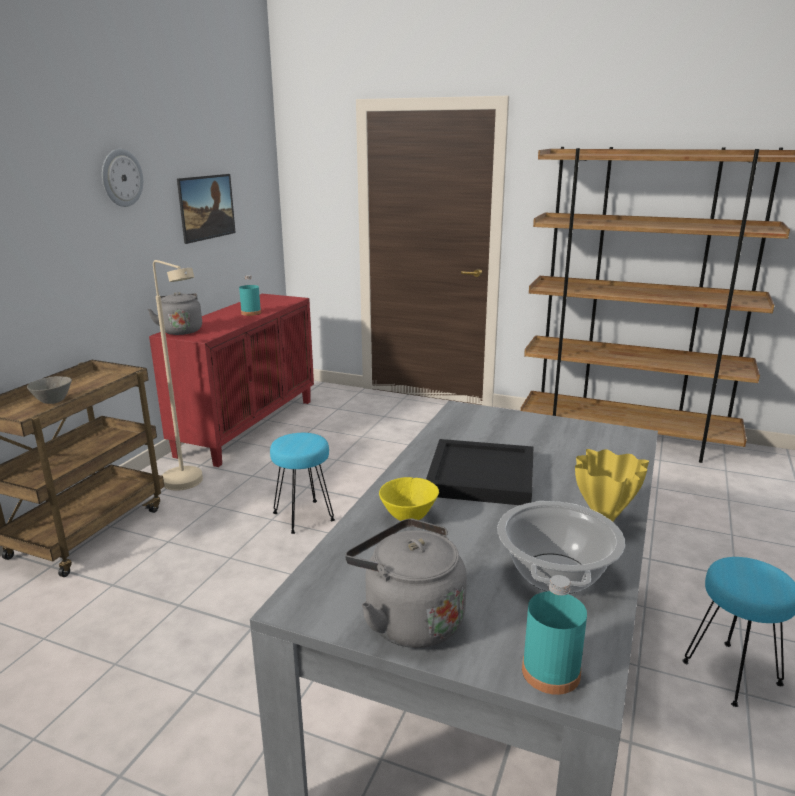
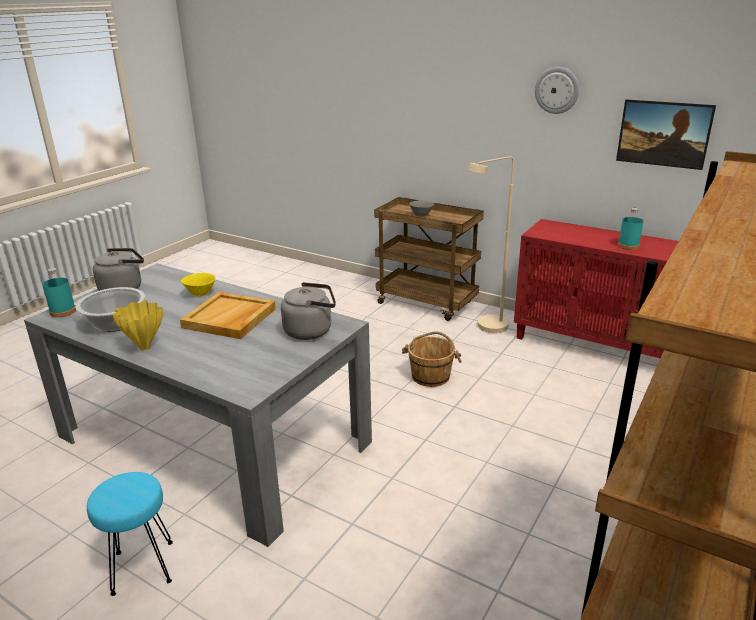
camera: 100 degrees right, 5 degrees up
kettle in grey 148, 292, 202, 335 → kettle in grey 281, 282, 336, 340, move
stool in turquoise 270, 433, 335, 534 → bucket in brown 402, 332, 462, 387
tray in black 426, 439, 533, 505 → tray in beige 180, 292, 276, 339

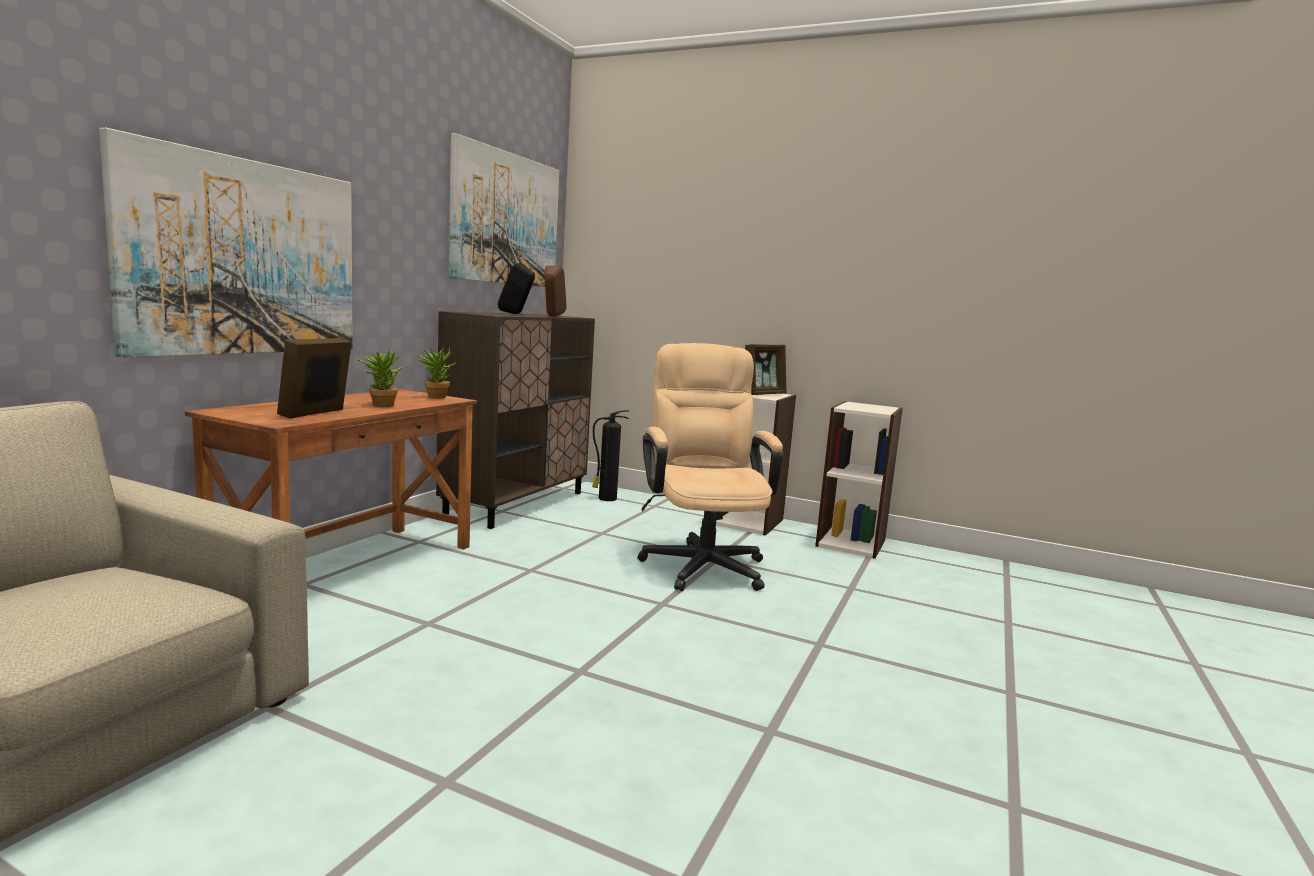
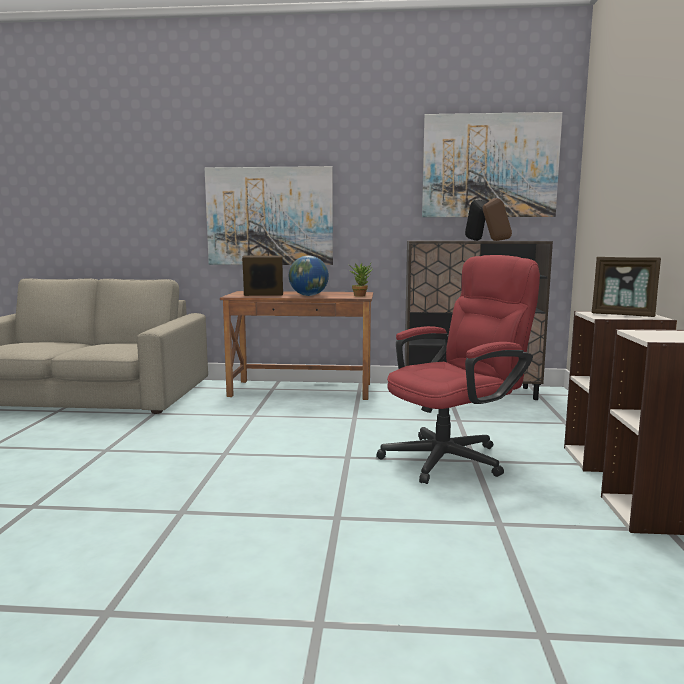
camera: 70 degrees right, 0 degrees up
fire extinguisher 592, 410, 629, 501 → -
potted plant 356, 349, 404, 407 → globe 289, 256, 329, 296
office chair in beige 637, 343, 783, 591 → office chair in red 376, 255, 540, 484

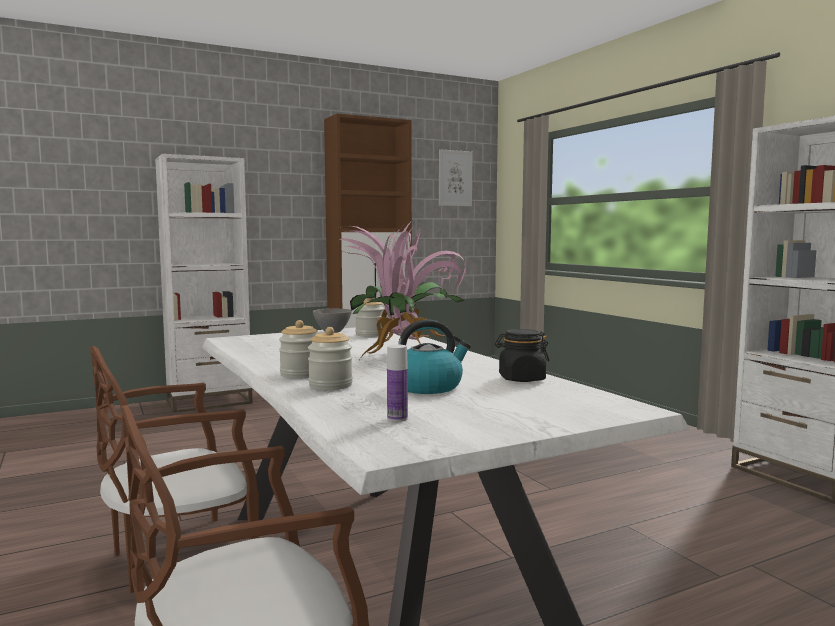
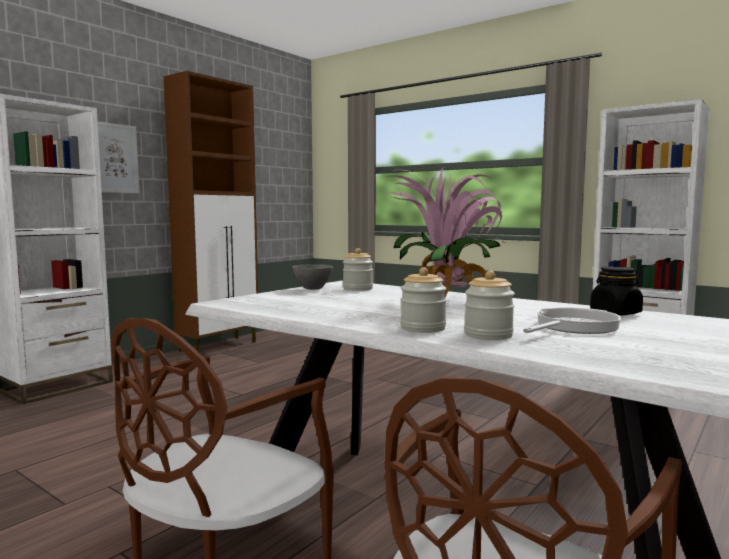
camera: 25 degrees left, 0 degrees up
bottle 387, 345, 408, 422 → -
picture 439, 149, 473, 206 → picture 98, 122, 139, 193, move
kettle 398, 320, 471, 394 → frying pan 523, 307, 621, 334

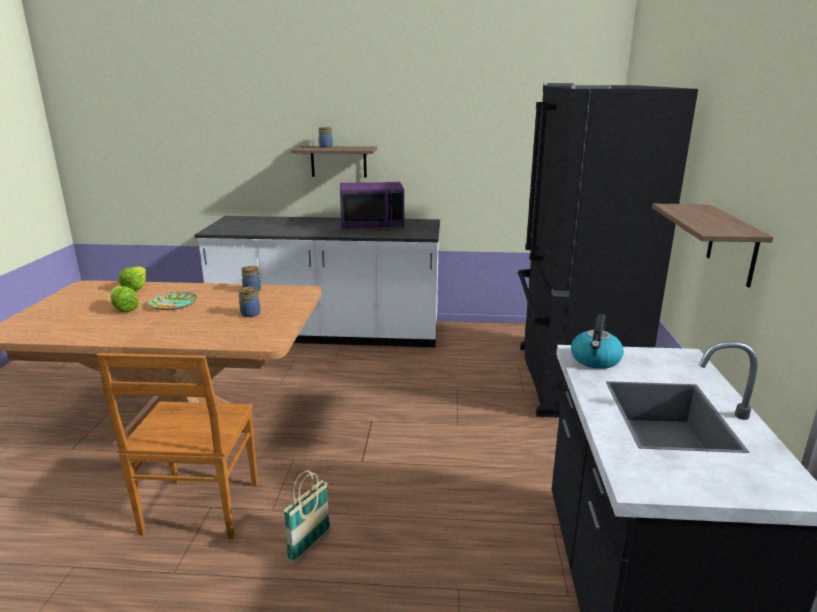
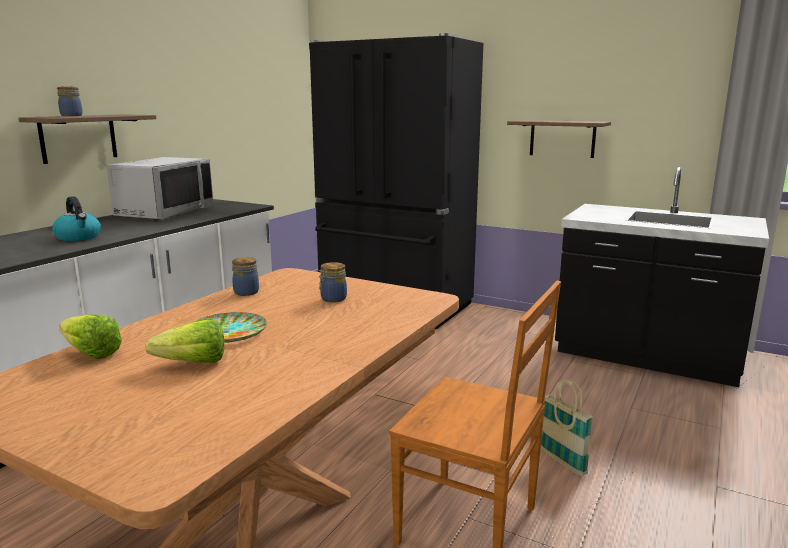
camera: 65 degrees left, 5 degrees down
kettle 571, 314, 624, 369 → kettle 52, 196, 101, 241, move
microwave in purple 340, 182, 404, 229 → microwave in grey 107, 157, 214, 219

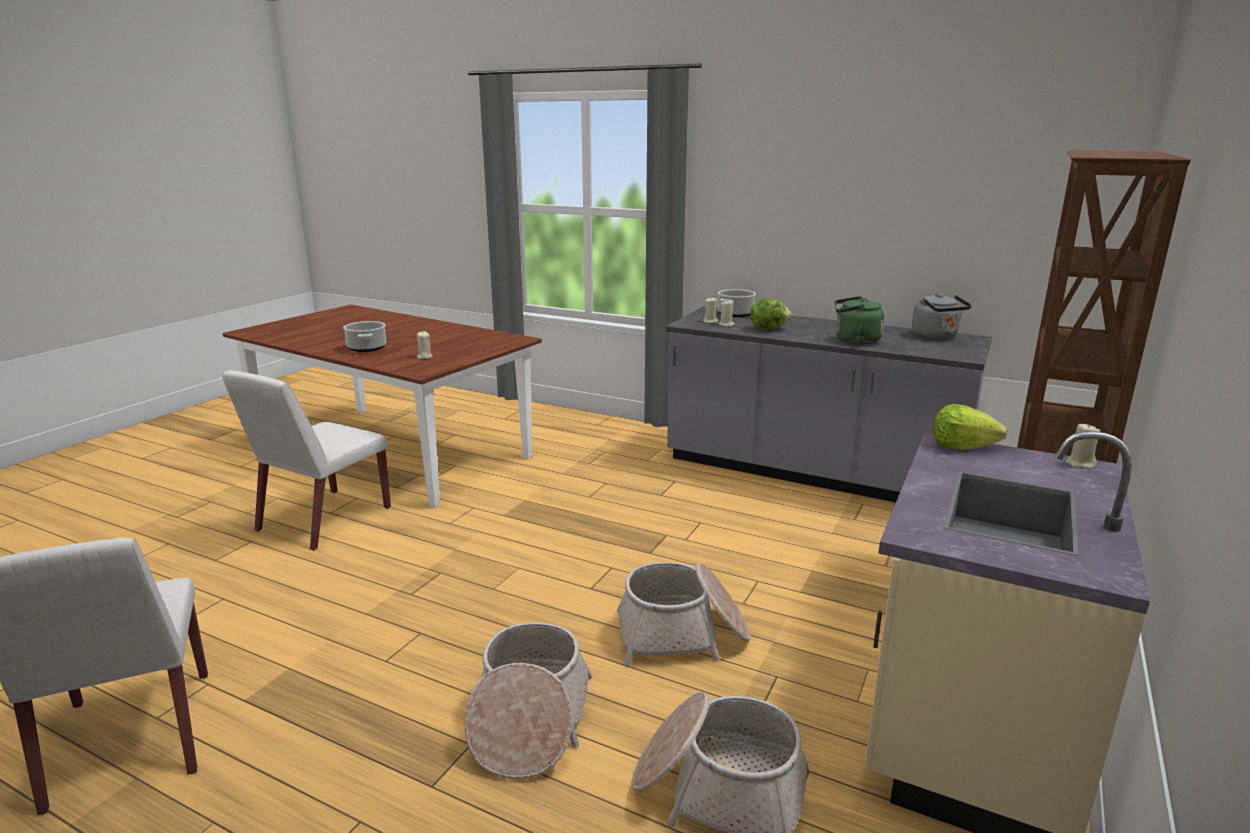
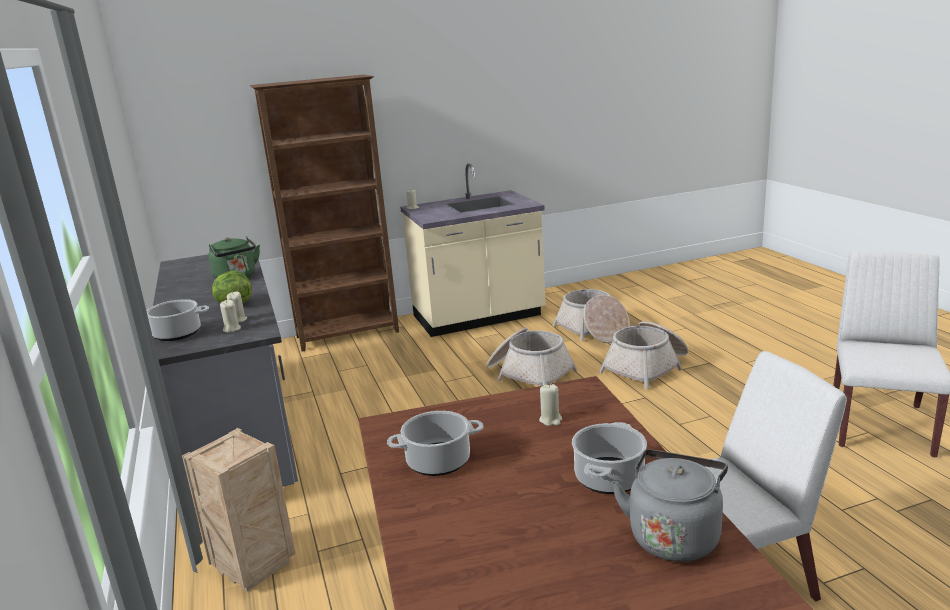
camera: 135 degrees left, 0 degrees up
lettuce 933, 404, 1007, 450 → -
- → crate 182, 428, 295, 592
- → cooking pot 387, 411, 483, 476
kettle in grey 912, 293, 972, 339 → kettle in grey 612, 449, 728, 562, move

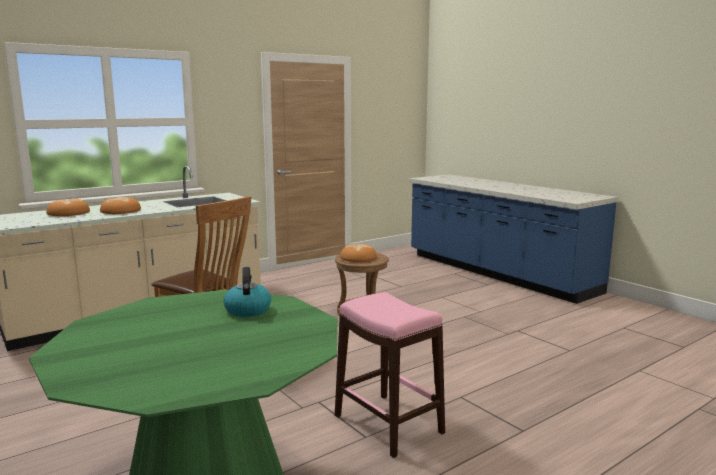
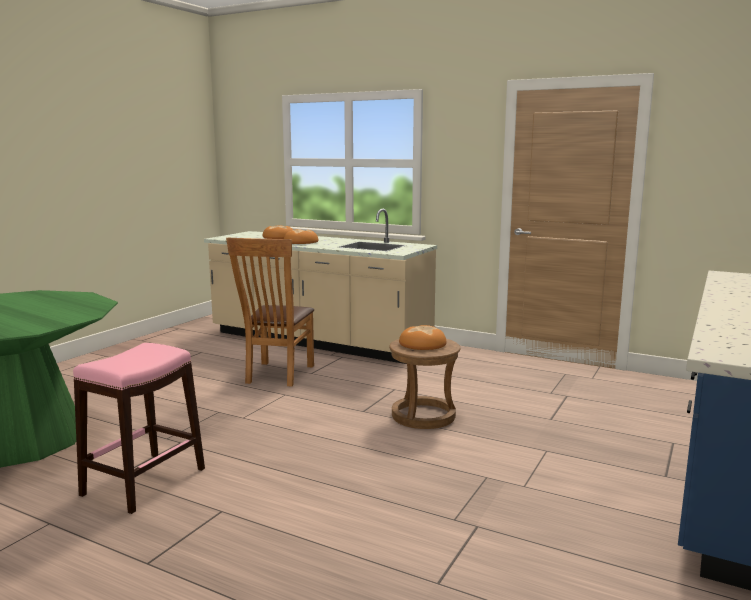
camera: 65 degrees right, 0 degrees up
kettle 224, 267, 271, 317 → -

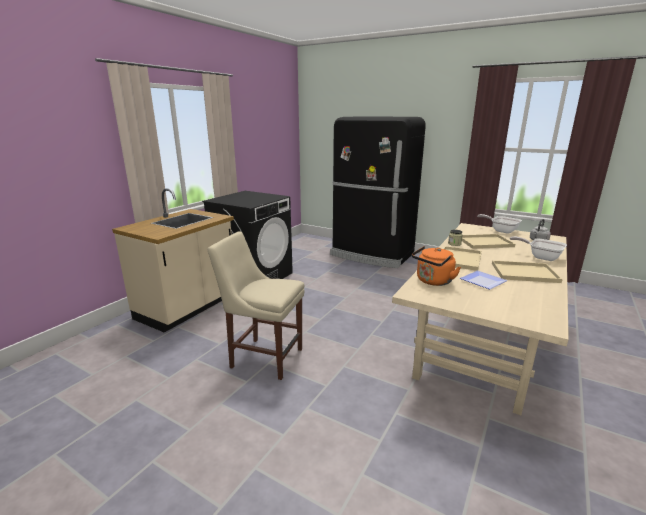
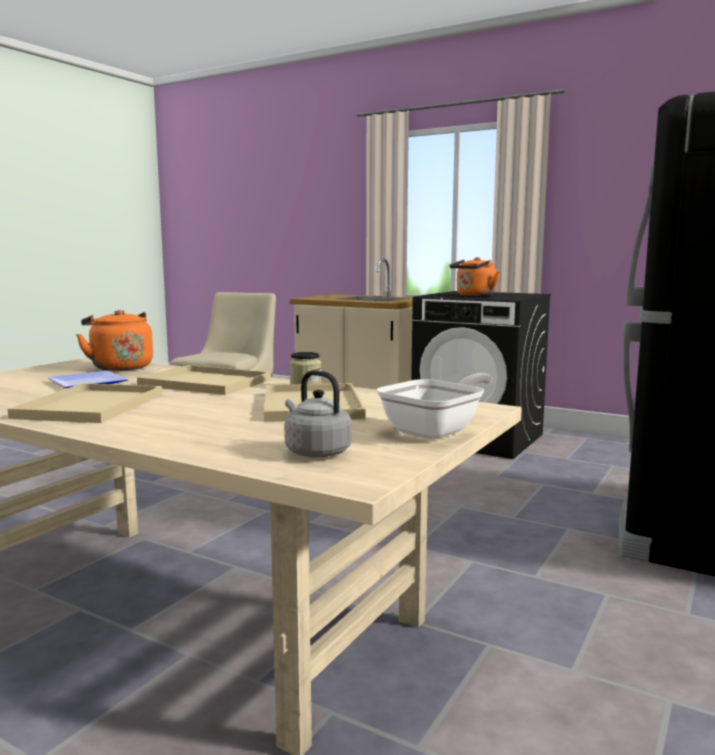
camera: 90 degrees right, 10 degrees down
frying pan 510, 236, 567, 261 → -
- → kettle in orange 450, 257, 500, 297

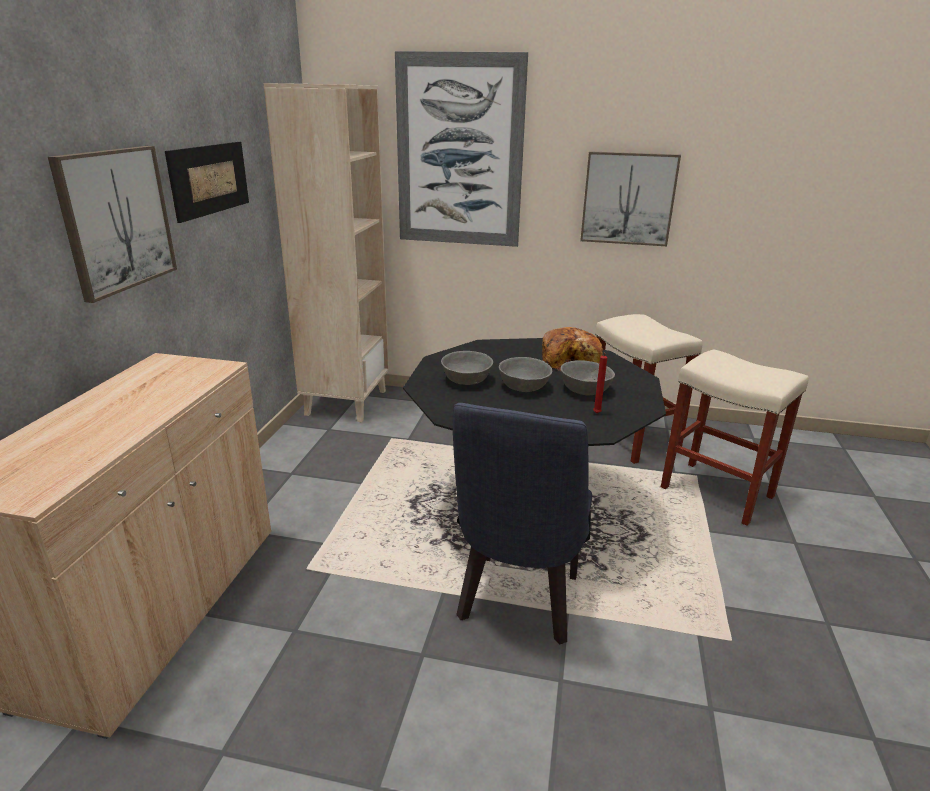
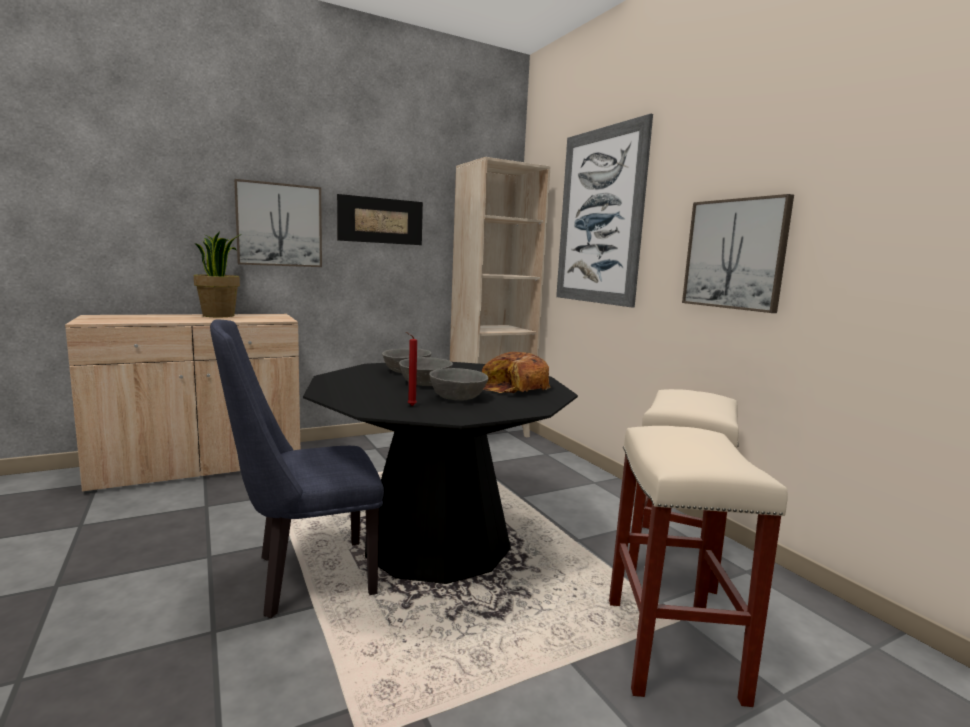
camera: 50 degrees right, 15 degrees down
- → potted plant 194, 231, 242, 317

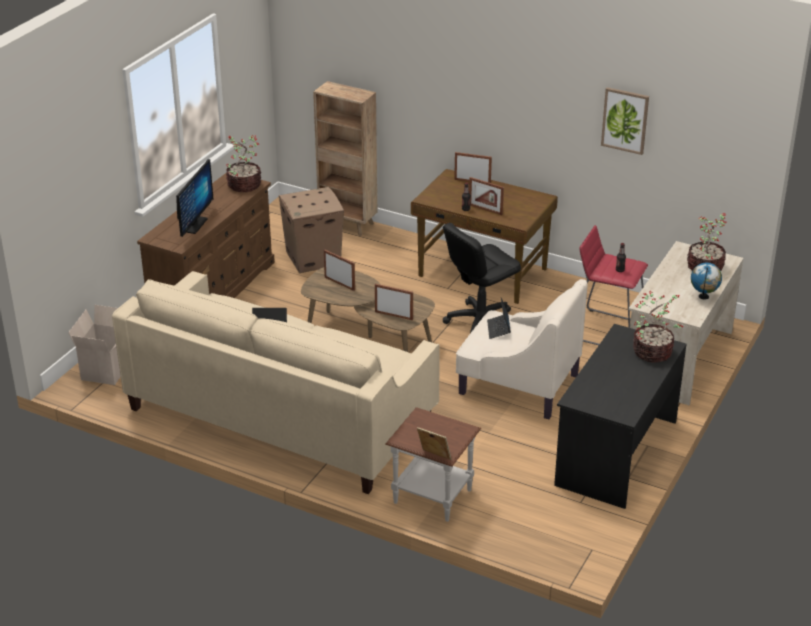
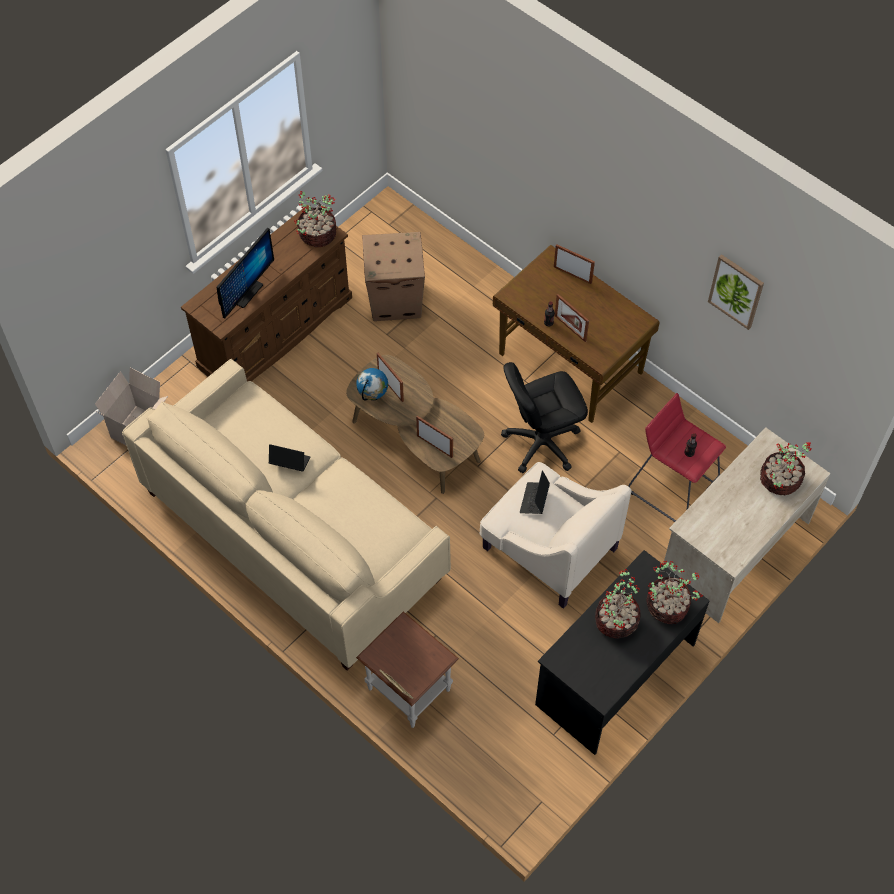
camera: 15 degrees right, 25 degrees up
bookcase in brown 313, 81, 377, 236 → -
- → potted plant 595, 569, 641, 639
globe 691, 263, 722, 299 → globe 356, 368, 388, 401, move

